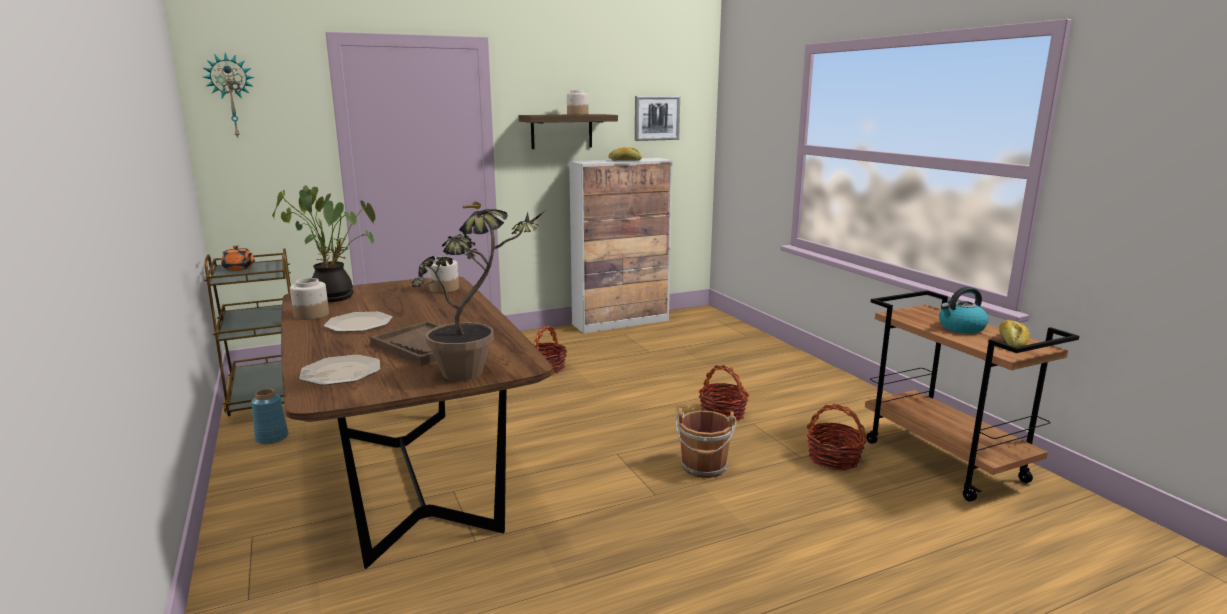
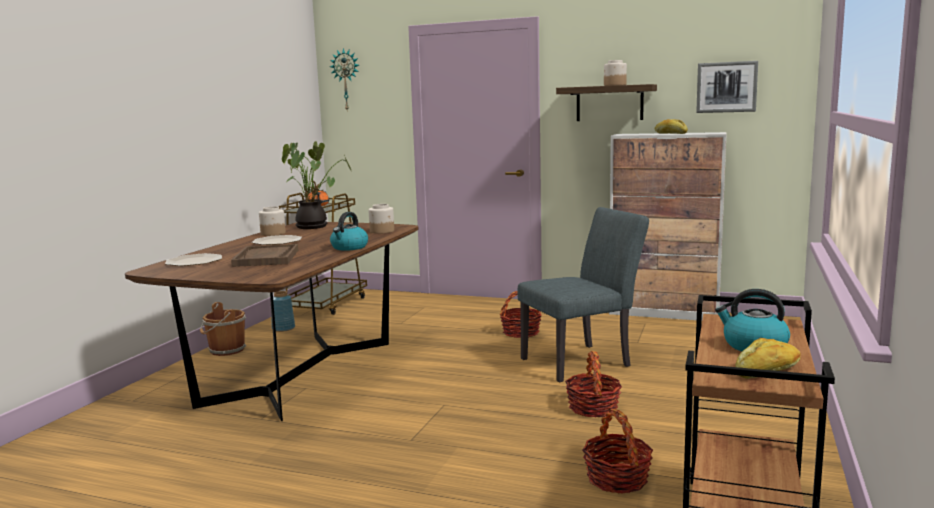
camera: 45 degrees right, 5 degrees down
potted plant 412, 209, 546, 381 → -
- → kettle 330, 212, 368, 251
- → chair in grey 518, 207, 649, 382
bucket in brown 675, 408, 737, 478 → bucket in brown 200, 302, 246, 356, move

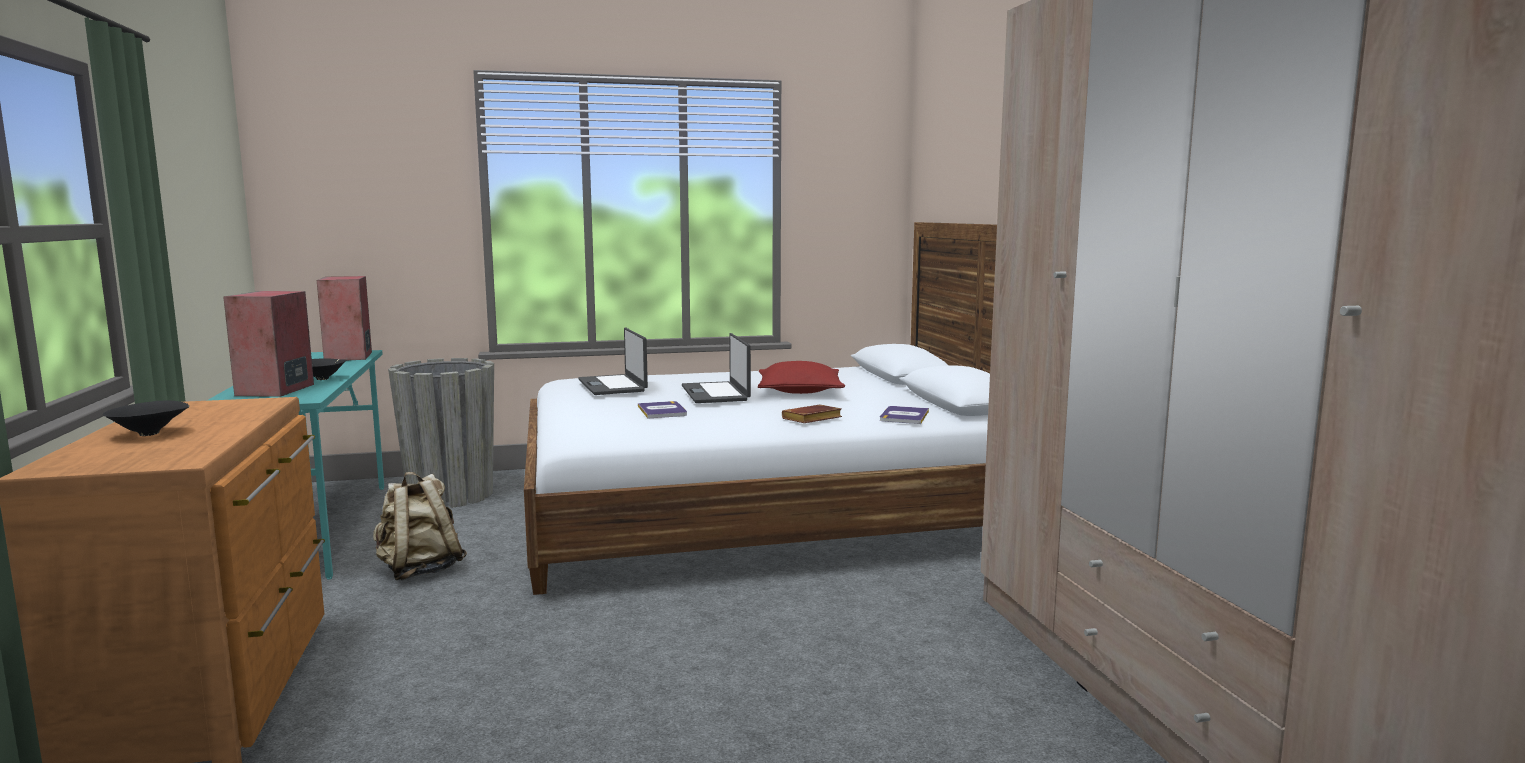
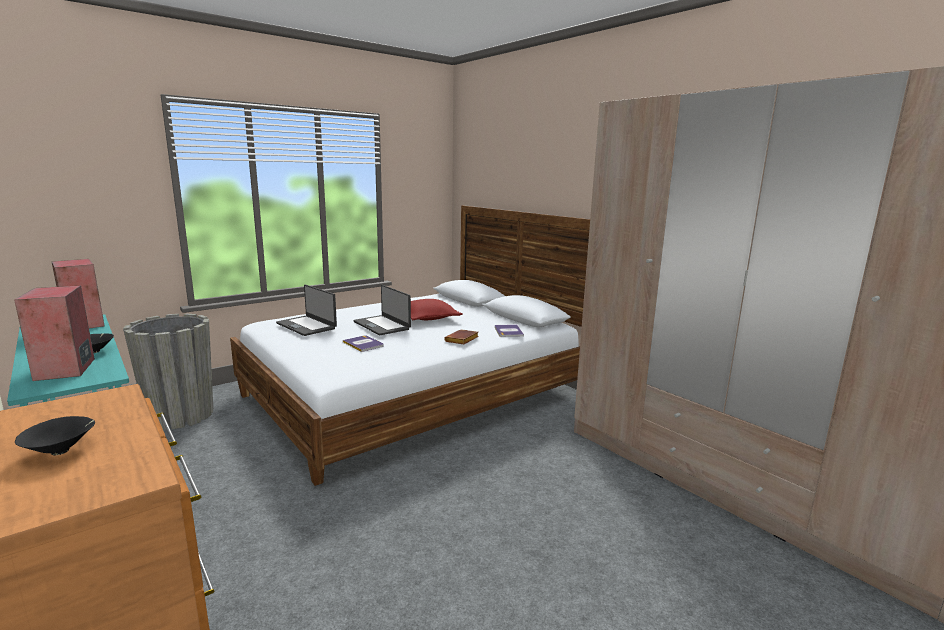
camera: 25 degrees left, 5 degrees up
backpack in beige 373, 472, 467, 580 → -

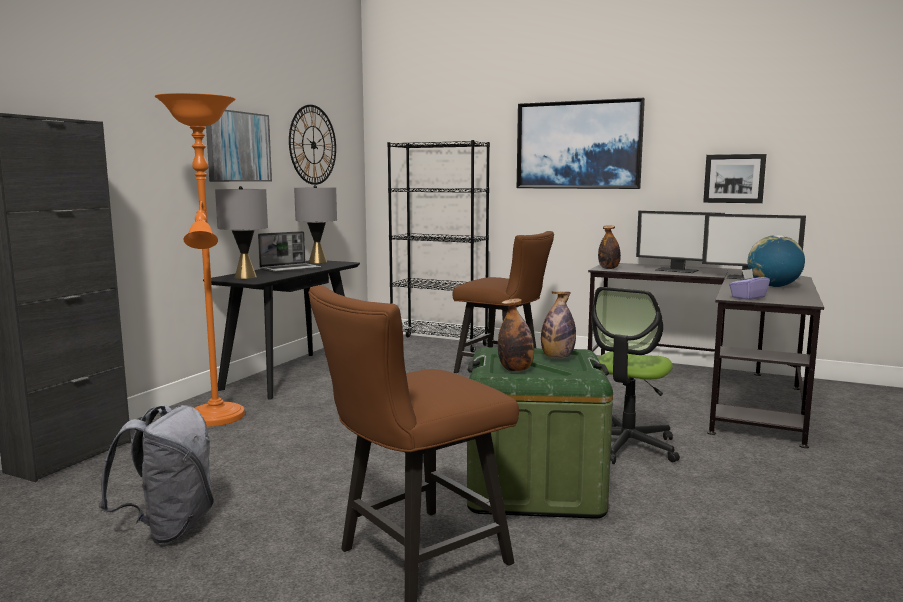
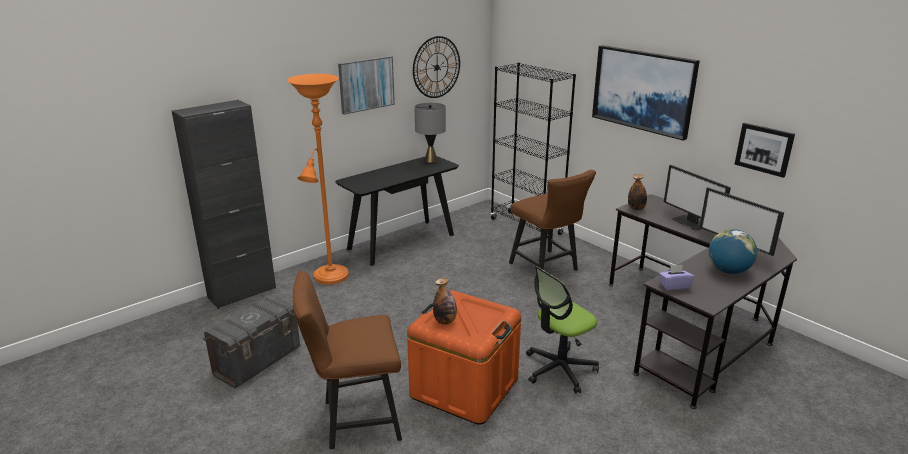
camera: 25 degrees right, 15 degrees up
table lamp in grey 215, 186, 268, 279 → -
laptop 258, 231, 321, 273 → -
bottle 541, 291, 576, 358 → -
backpack in grey 99, 405, 214, 544 → storage box in grey 203, 295, 300, 389
storage box in green 467, 347, 613, 519 → storage box in orange 407, 290, 521, 425

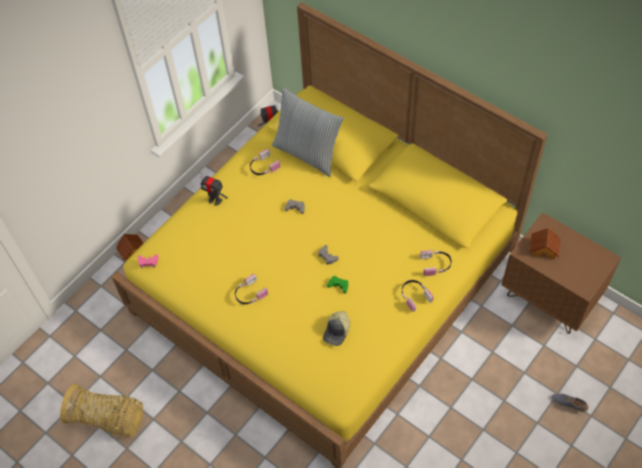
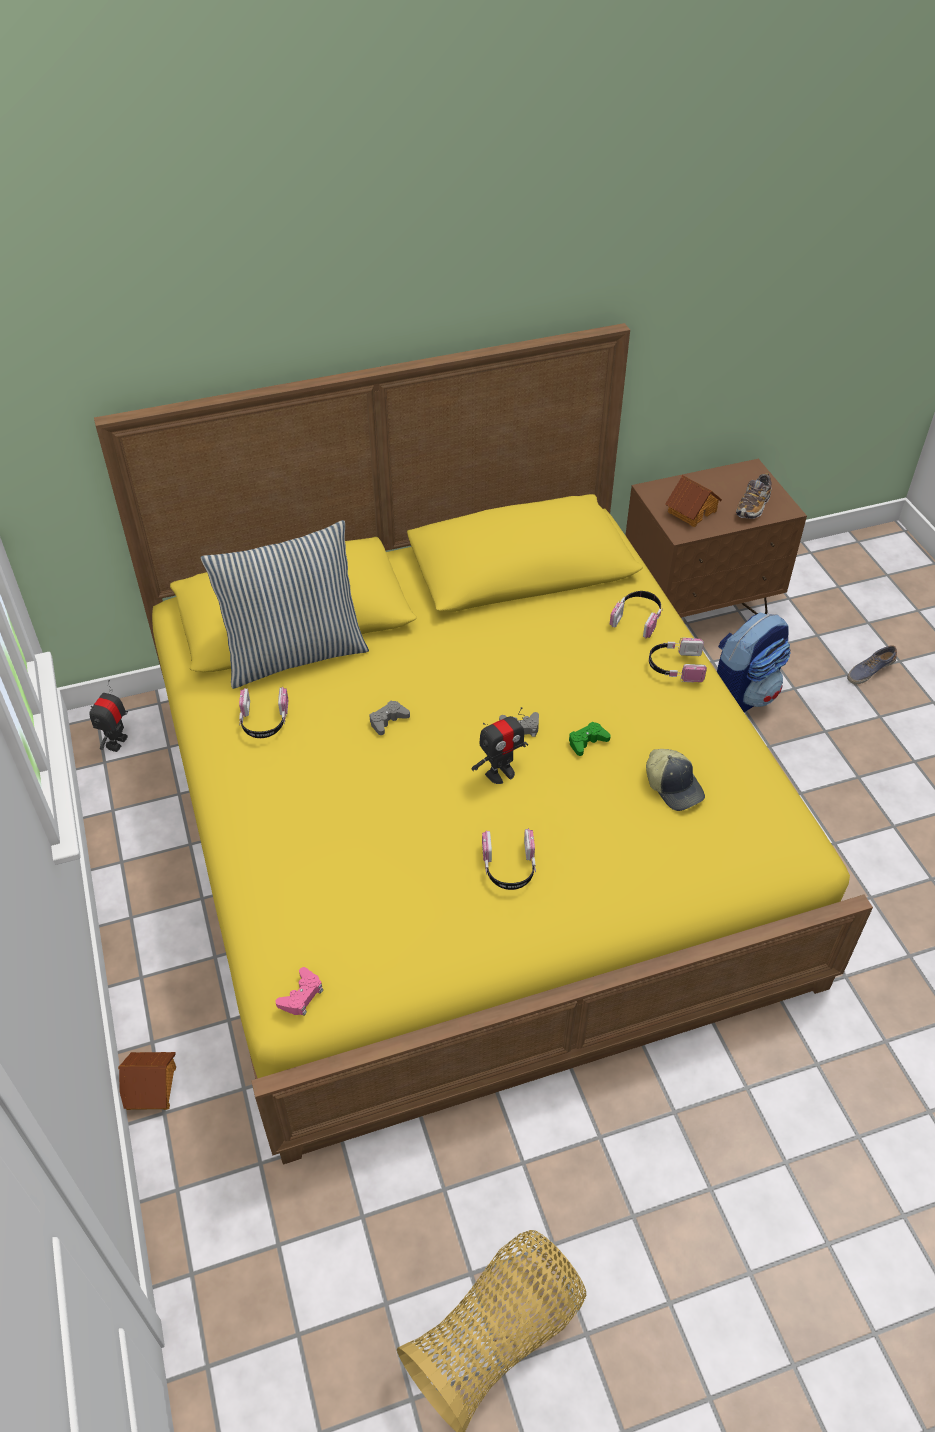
camera: 60 degrees left, 10 degrees down
- → backpack 717, 613, 791, 712
- → shoe 736, 473, 772, 519
toy robot 199, 172, 228, 205 → toy robot 471, 707, 528, 784, move

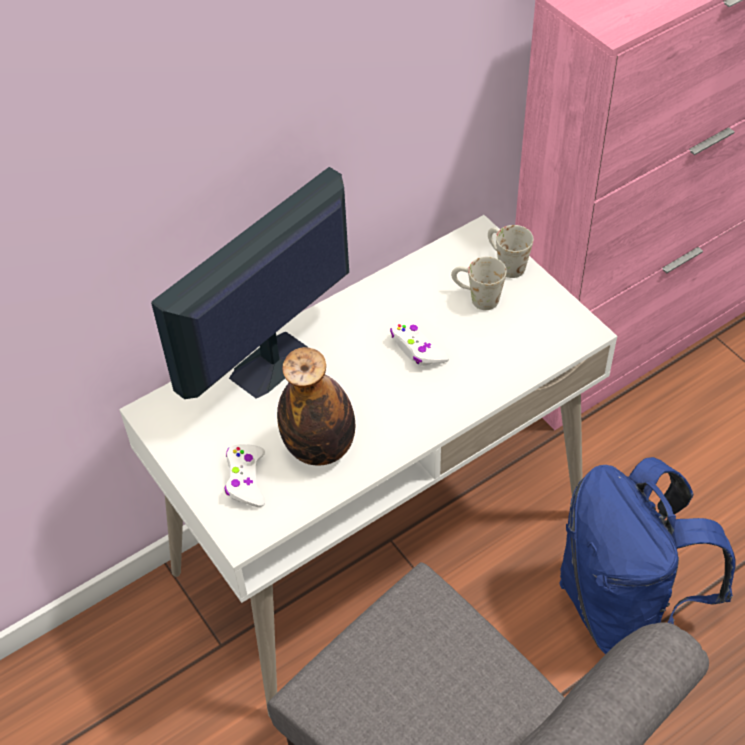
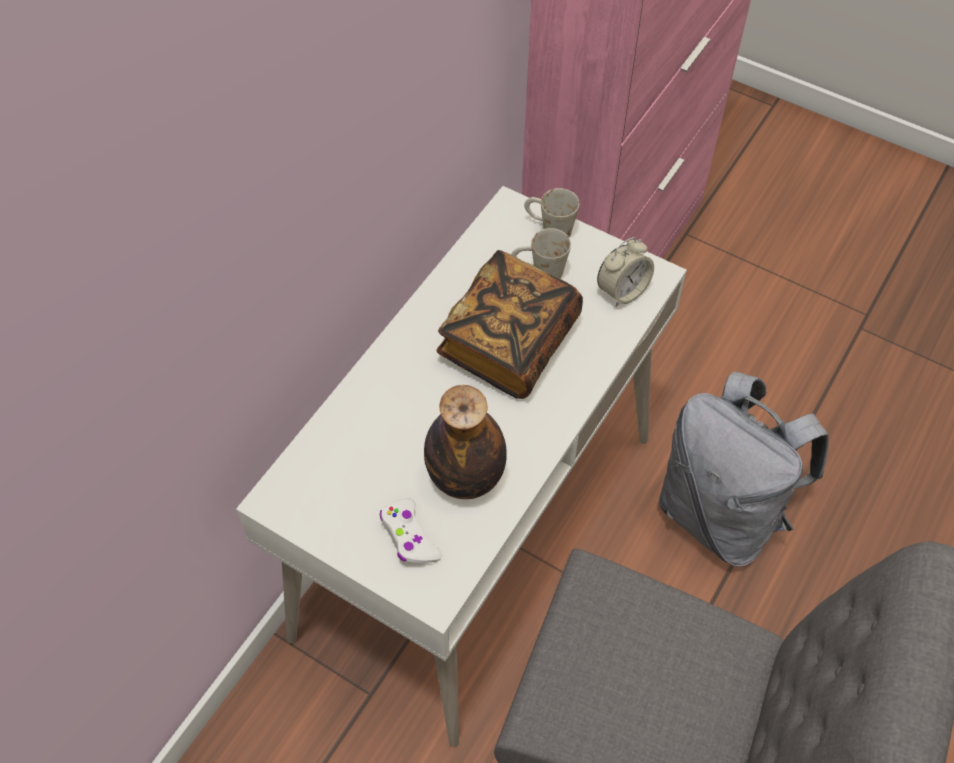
camera: 25 degrees left, 5 degrees up
monitor 151, 167, 349, 399 → -
- → alarm clock 597, 237, 654, 307
game controller in white 390, 320, 449, 366 → book 436, 250, 583, 399
backpack in blue 559, 457, 736, 654 → backpack in grey 659, 372, 829, 567

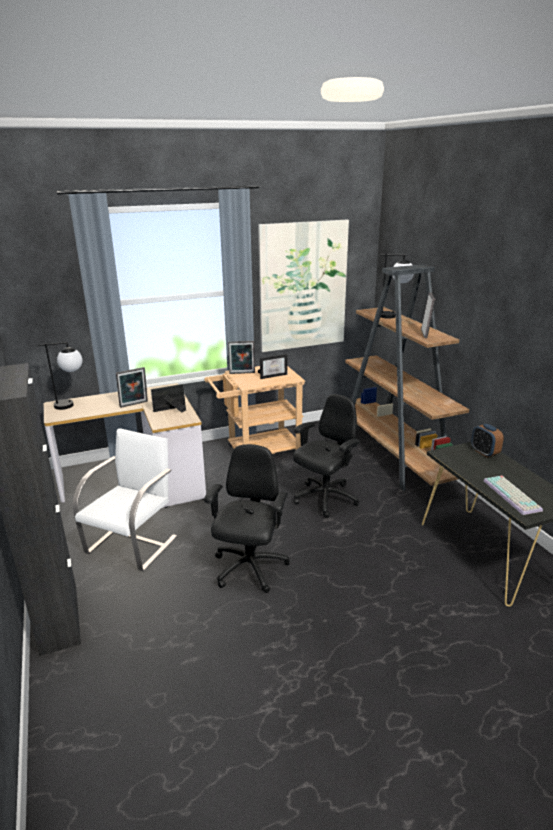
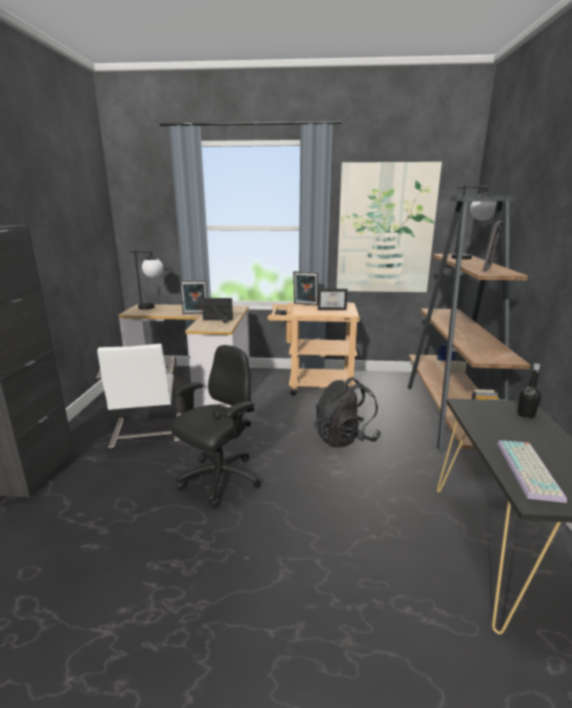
camera: 25 degrees right, 5 degrees down
office chair in black 293, 394, 360, 518 → backpack in black 314, 377, 381, 447
alarm clock 471, 424, 504, 457 → bottle in black 518, 363, 541, 418
chair in white 72, 428, 178, 571 → chair in white 96, 344, 182, 448, 120 degrees clockwise

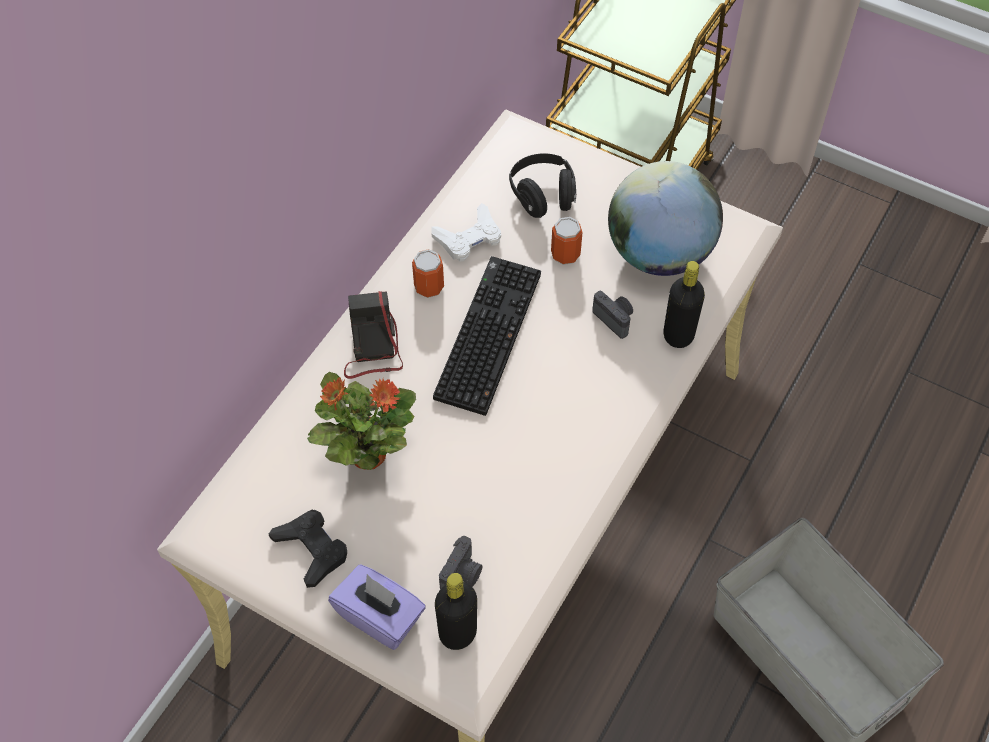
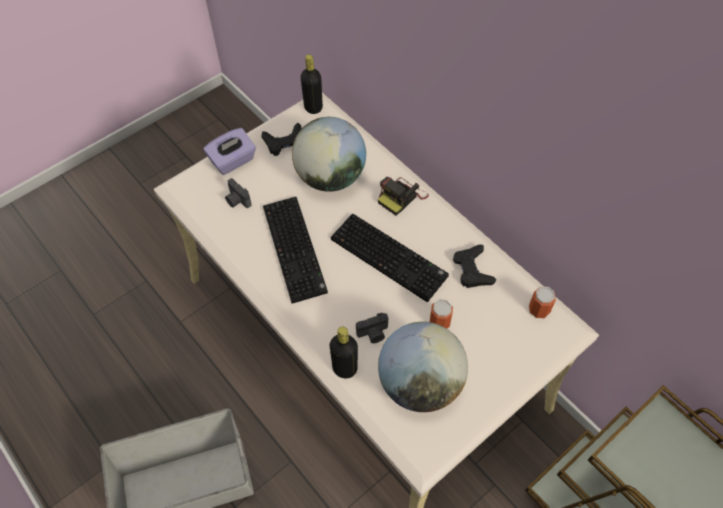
camera: 110 degrees right, 0 degrees up
headphones in black 509, 153, 576, 218 → -
- → keyboard 263, 197, 328, 304
can 412, 249, 444, 298 → can 529, 287, 556, 318, move
bottle in black 435, 573, 477, 650 → bottle in black 301, 55, 323, 114, move
potted plant 307, 372, 416, 470 → globe 292, 117, 366, 192
game controller in white 431, 203, 501, 262 → game controller in black 453, 245, 496, 288
photo camera 344, 291, 403, 379 → photo camera 378, 177, 429, 216, 120 degrees clockwise

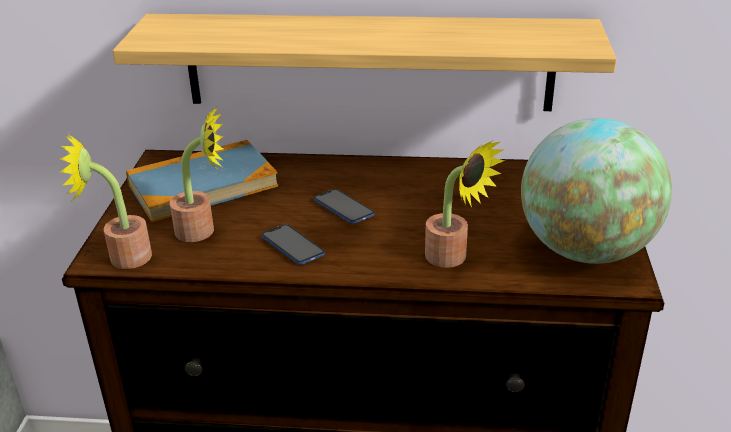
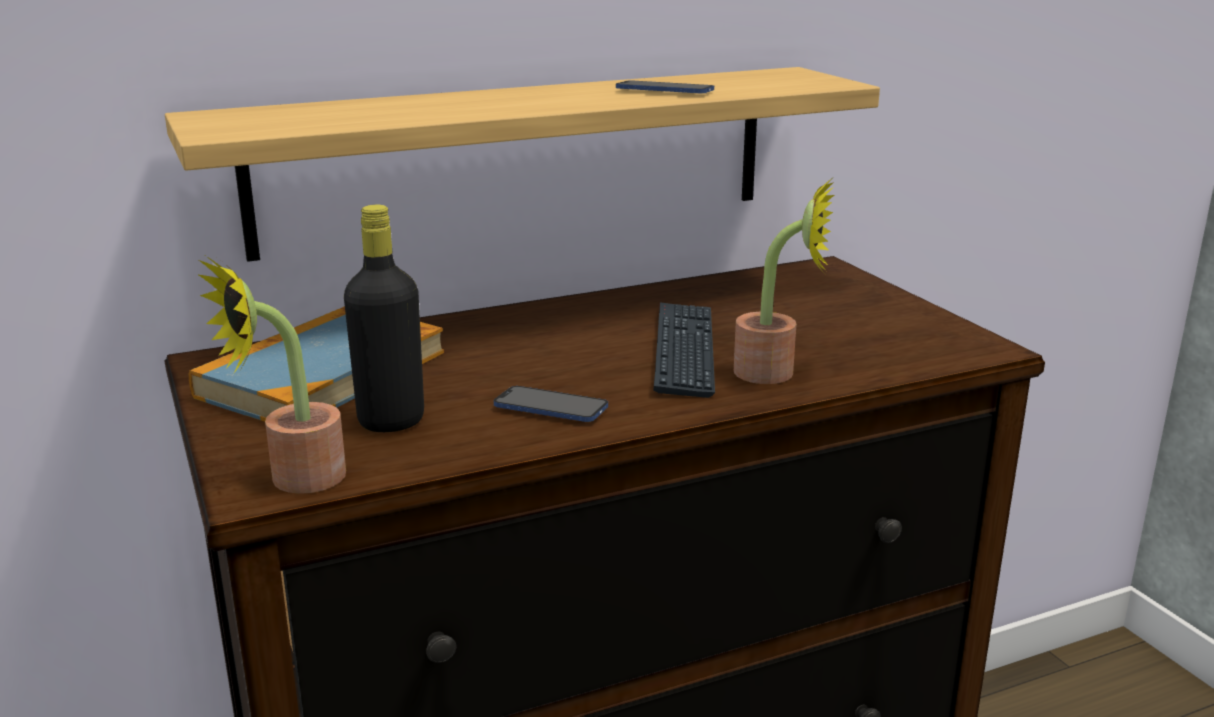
camera: 30 degrees left, 10 degrees down
globe 521, 118, 672, 264 → -
- → keyboard 653, 302, 715, 398
phone 314, 189, 374, 224 → phone 616, 81, 714, 93, move
potted plant 170, 107, 224, 242 → bottle in black 344, 205, 424, 432

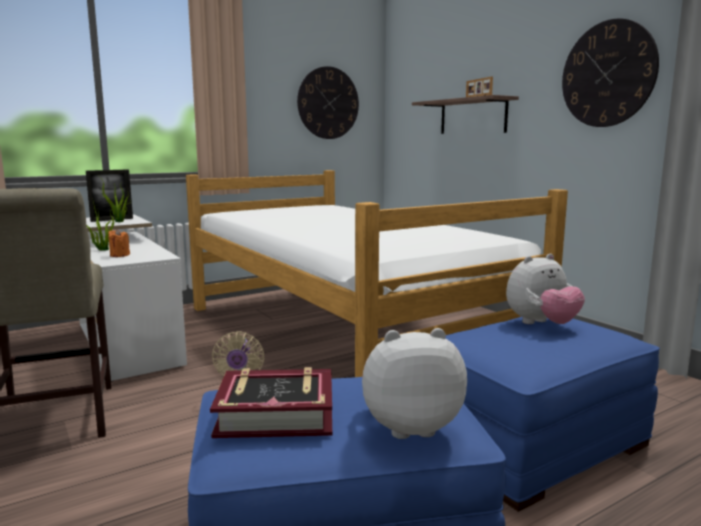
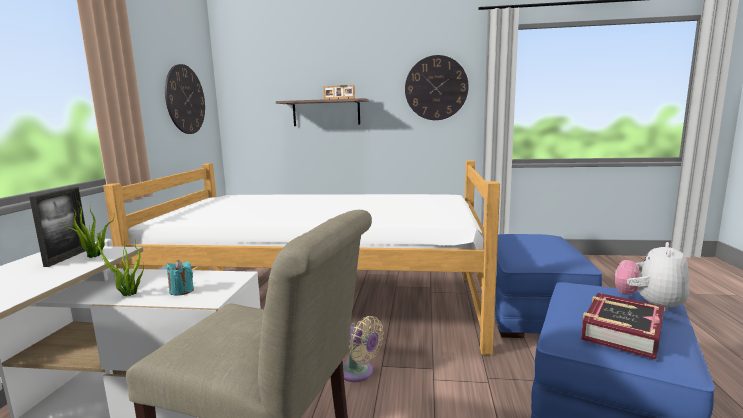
camera: 50 degrees left, 0 degrees up
plush toy 506, 254, 585, 324 → -
candle in orange 108, 229, 130, 257 → candle in turquoise 166, 260, 194, 296

